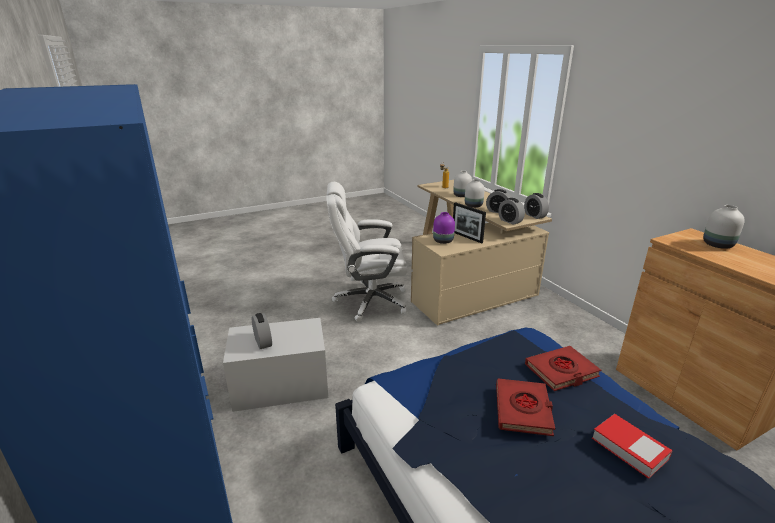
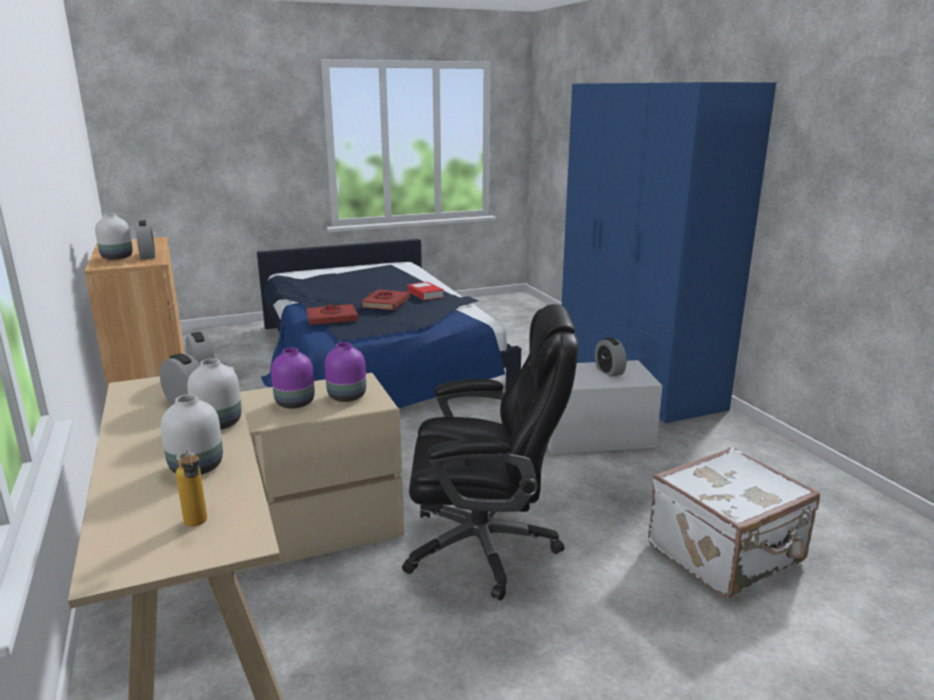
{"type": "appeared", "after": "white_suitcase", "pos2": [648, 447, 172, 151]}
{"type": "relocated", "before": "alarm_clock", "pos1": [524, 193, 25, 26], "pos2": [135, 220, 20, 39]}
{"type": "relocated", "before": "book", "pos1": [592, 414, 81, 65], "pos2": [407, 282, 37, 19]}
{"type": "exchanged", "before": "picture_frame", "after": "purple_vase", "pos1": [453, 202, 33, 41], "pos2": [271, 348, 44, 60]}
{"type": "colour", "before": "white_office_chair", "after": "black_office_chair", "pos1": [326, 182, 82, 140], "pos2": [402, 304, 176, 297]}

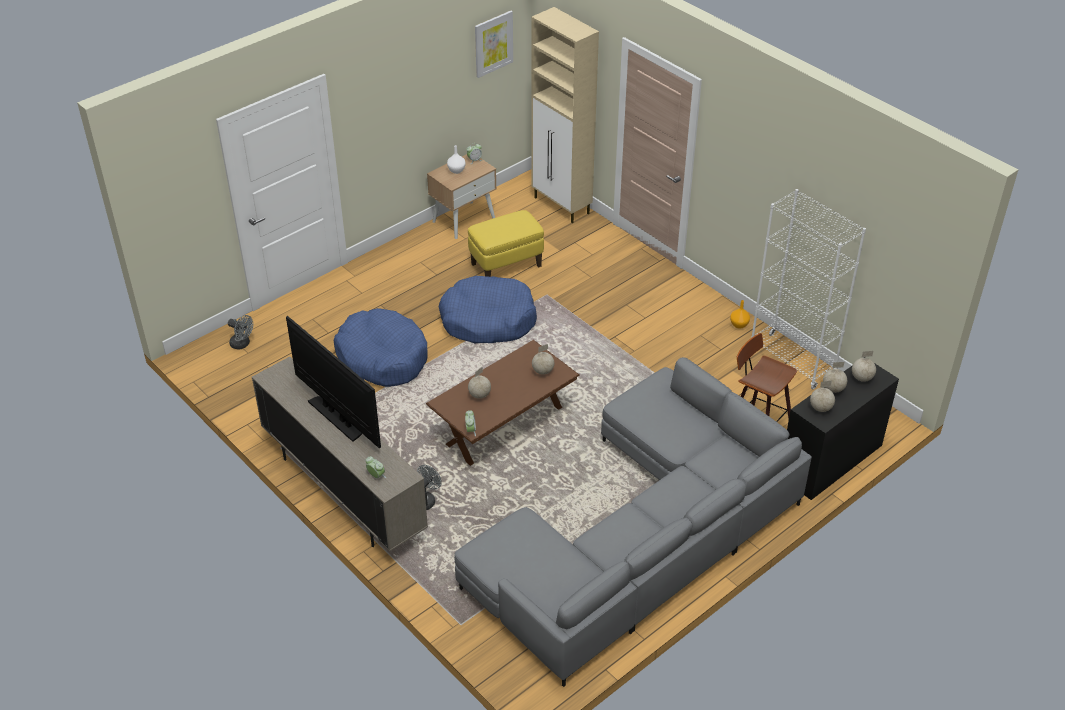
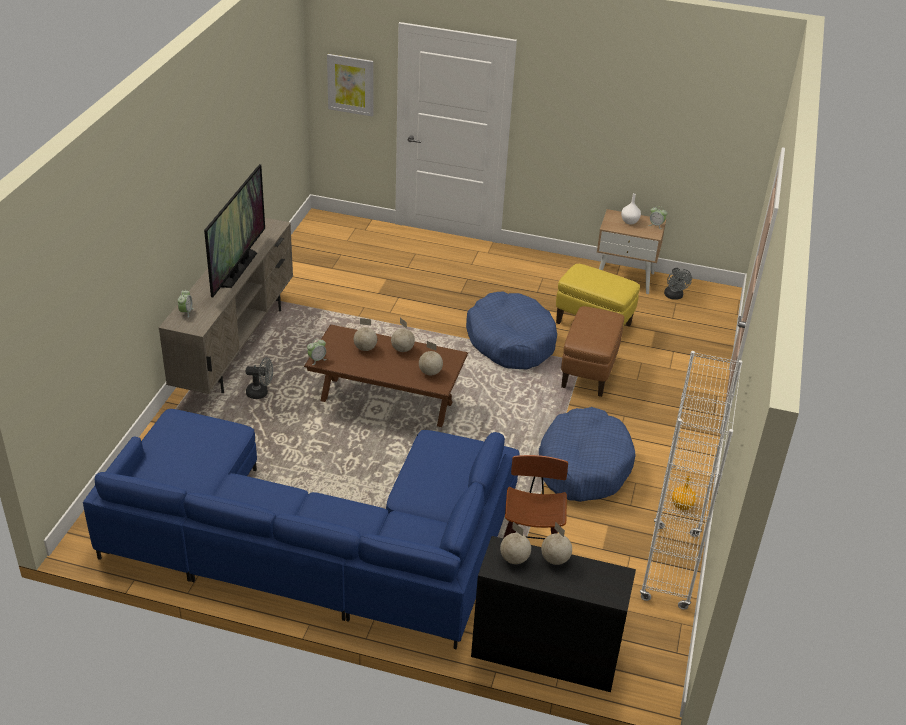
{"type": "missing", "before": "beige_cabinet", "pos1": [532, 7, 67, 216]}
{"type": "appeared", "after": "brown_ottoman", "pos2": [561, 306, 63, 91]}
{"type": "relocated", "before": "grey_fan", "pos1": [228, 315, 25, 34], "pos2": [664, 268, 28, 32]}
{"type": "relocated", "before": "blue_dog_bed", "pos1": [334, 308, 94, 79], "pos2": [539, 407, 97, 95]}
{"type": "relocated", "before": "picture", "pos1": [475, 11, 38, 67], "pos2": [327, 54, 47, 62]}
{"type": "relocated", "before": "globe", "pos1": [852, 351, 24, 31], "pos2": [391, 318, 24, 34]}
{"type": "colour", "before": "grey_sofa", "after": "blue_sofa", "pos1": [454, 357, 358, 330], "pos2": [83, 409, 437, 240]}

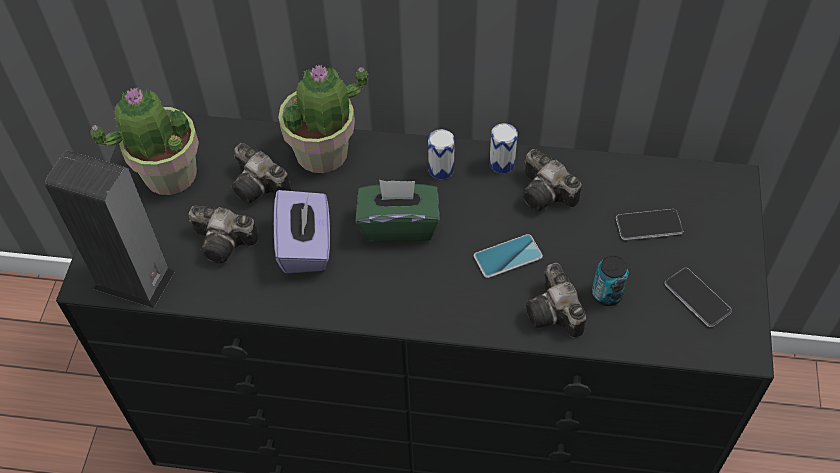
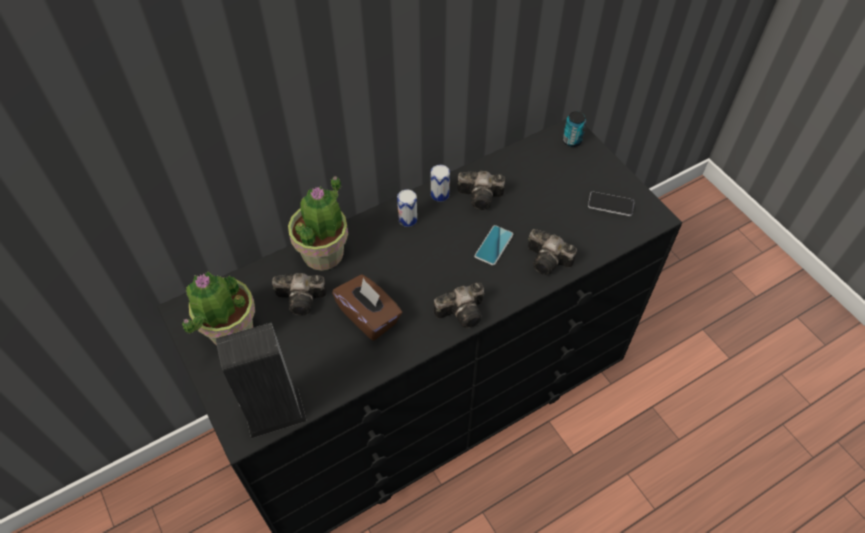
{"type": "missing", "before": "green_tissue_box", "pos1": [356, 180, 84, 62]}
{"type": "missing", "before": "phone", "pos1": [616, 209, 67, 31]}
{"type": "relocated", "before": "photo_camera", "pos1": [189, 206, 70, 57], "pos2": [434, 282, 51, 46]}
{"type": "relocated", "before": "can", "pos1": [592, 255, 37, 51], "pos2": [563, 111, 23, 36]}
{"type": "colour", "before": "purple_tissue_box", "after": "brown_tissue_box", "pos1": [274, 190, 56, 83], "pos2": [332, 274, 70, 67]}

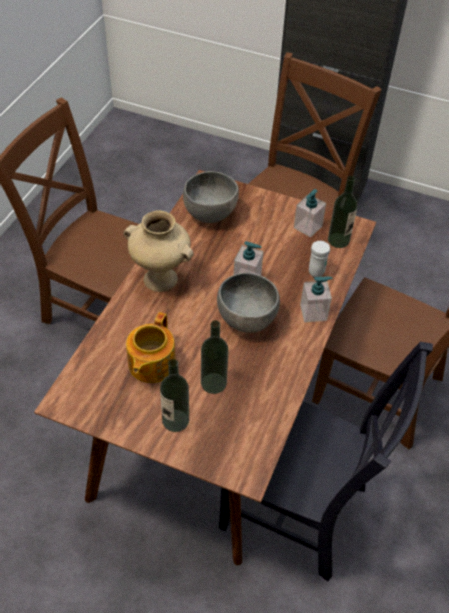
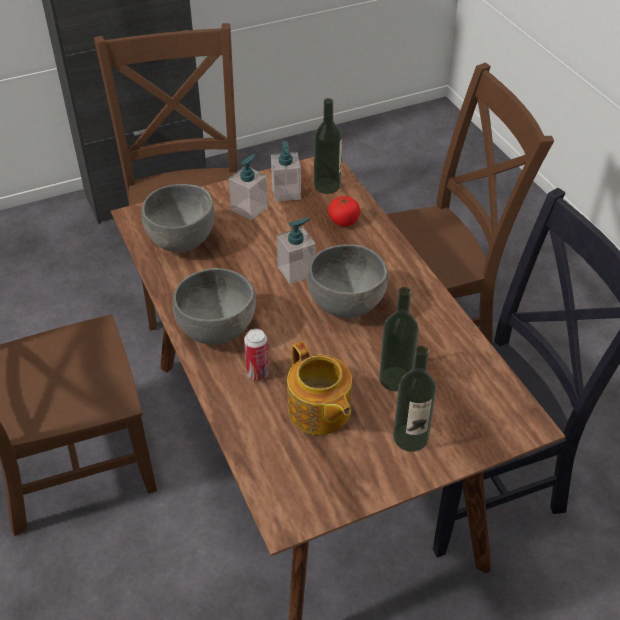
{"type": "appeared", "after": "can", "pos2": [244, 329, 25, 52]}
{"type": "relocated", "before": "soap_dispenser", "pos1": [300, 277, 33, 45], "pos2": [228, 154, 40, 66]}
{"type": "exchanged", "before": "beige_vase", "after": "grey_bowl", "pos1": [123, 210, 71, 82], "pos2": [173, 268, 83, 77]}
{"type": "exchanged", "before": "white_mug", "after": "tomato", "pos1": [309, 241, 21, 36], "pos2": [328, 196, 32, 31]}

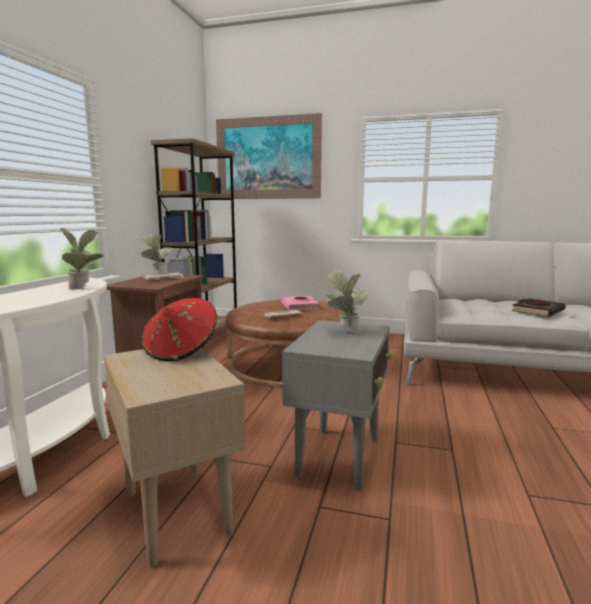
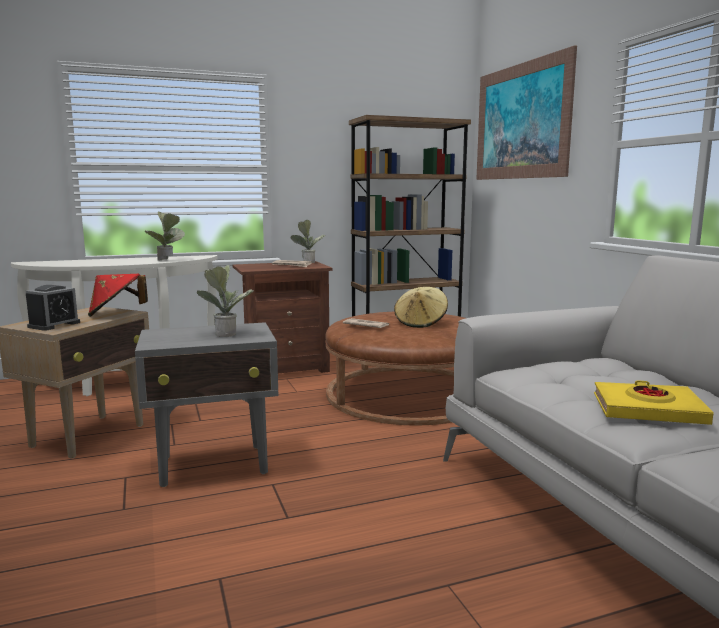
{"type": "appeared", "after": "alarm_clock", "pos2": [26, 285, 54, 46]}
{"type": "exchanged", "before": "pink_book", "after": "beige_hat", "pos1": [281, 296, 39, 14], "pos2": [394, 287, 54, 41]}
{"type": "colour", "before": "black_book", "after": "yellow_book", "pos1": [512, 298, 54, 19], "pos2": [594, 380, 120, 45]}

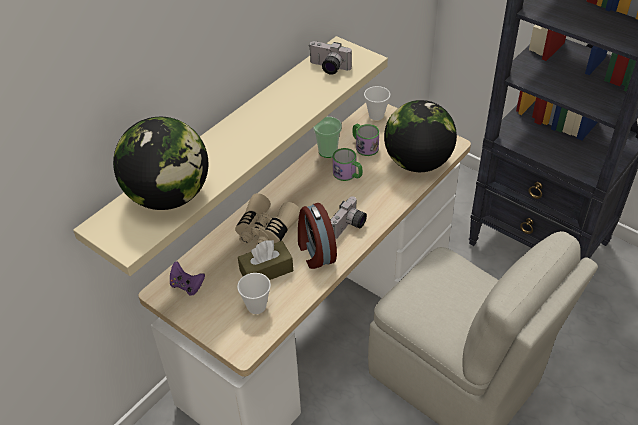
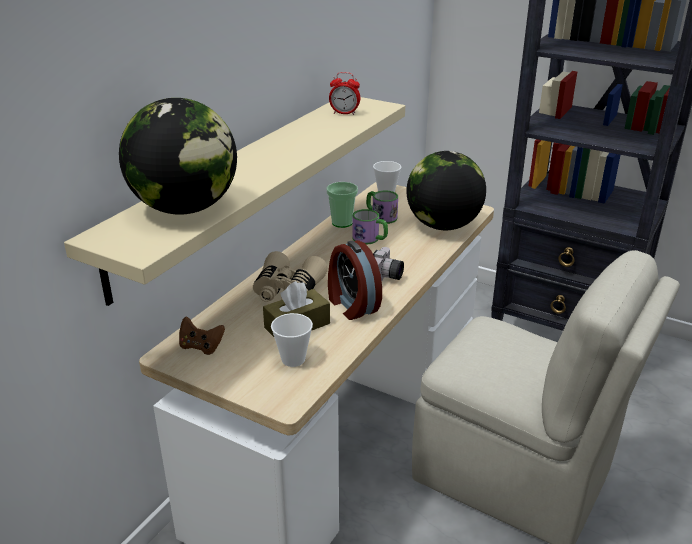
{"type": "exchanged", "before": "photo_camera", "after": "alarm_clock", "pos1": [310, 41, 42, 34], "pos2": [329, 72, 31, 43]}
{"type": "colour", "before": "purple_game_controller", "after": "brown_game_controller", "pos1": [170, 261, 35, 35], "pos2": [179, 317, 46, 38]}

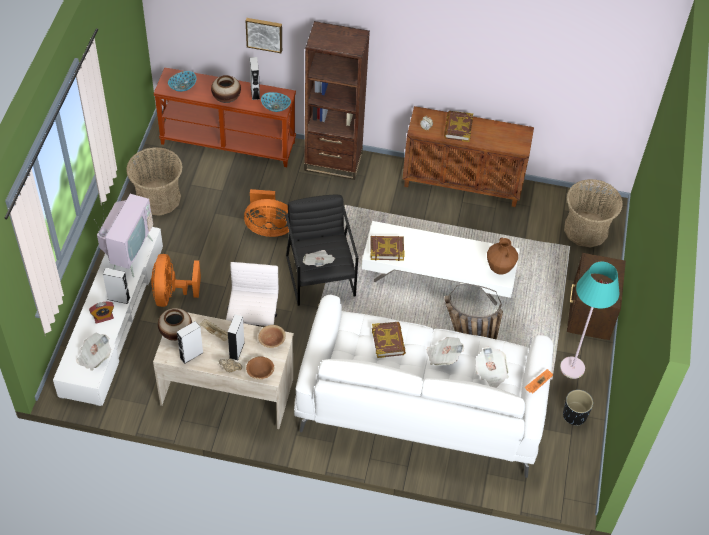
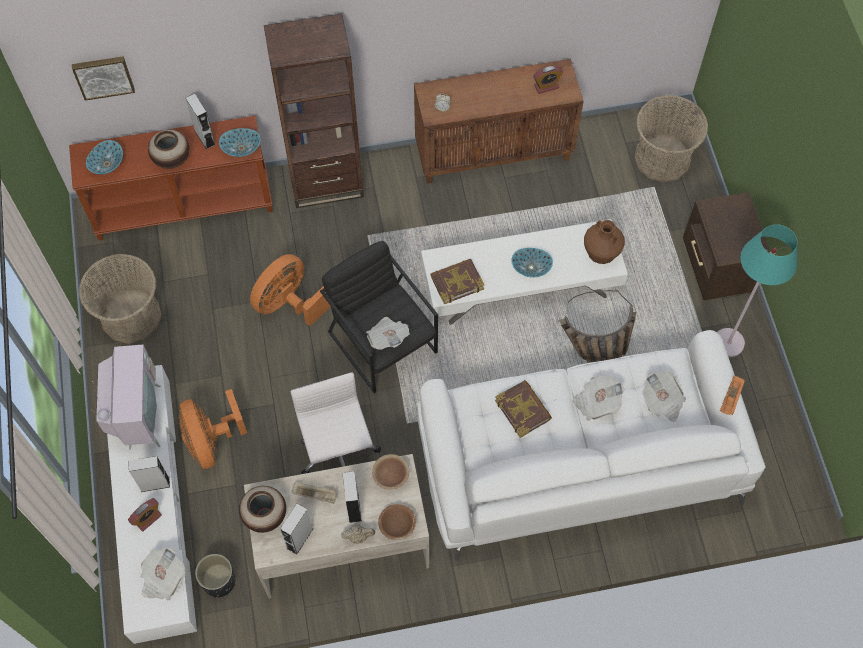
{"type": "missing", "before": "book", "pos1": [444, 111, 29, 31]}
{"type": "appeared", "after": "bowl", "pos2": [512, 248, 41, 30]}
{"type": "appeared", "after": "alarm_clock", "pos2": [534, 66, 29, 28]}
{"type": "relocated", "before": "picture", "pos1": [246, 18, 36, 35], "pos2": [72, 56, 63, 45]}
{"type": "relocated", "before": "black_planter", "pos1": [563, 390, 30, 36], "pos2": [195, 554, 40, 43]}
{"type": "spun", "before": "orange_fan", "pos1": [244, 189, 45, 48], "pos2": [250, 254, 80, 72], "turn": 150}

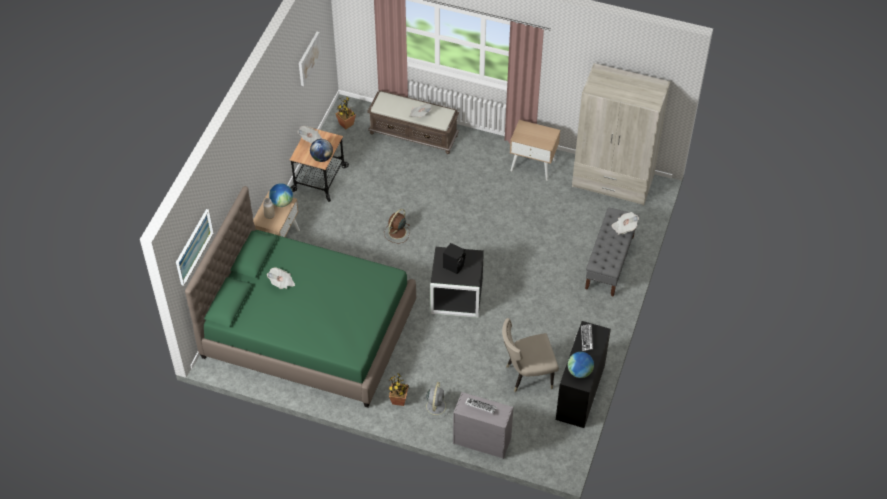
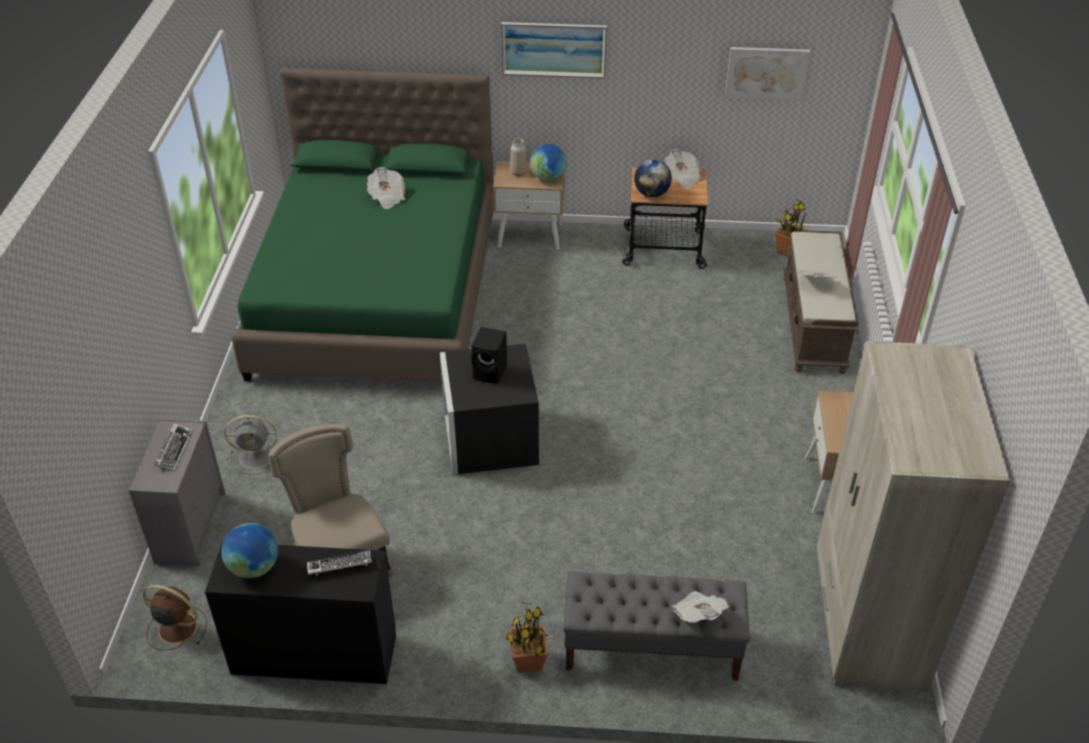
{"type": "relocated", "before": "picture", "pos1": [176, 209, 38, 77], "pos2": [501, 22, 106, 56]}
{"type": "relocated", "before": "brown_fan", "pos1": [384, 209, 26, 34], "pos2": [143, 585, 64, 65]}
{"type": "relocated", "before": "potted_plant", "pos1": [388, 373, 21, 33], "pos2": [506, 602, 42, 71]}

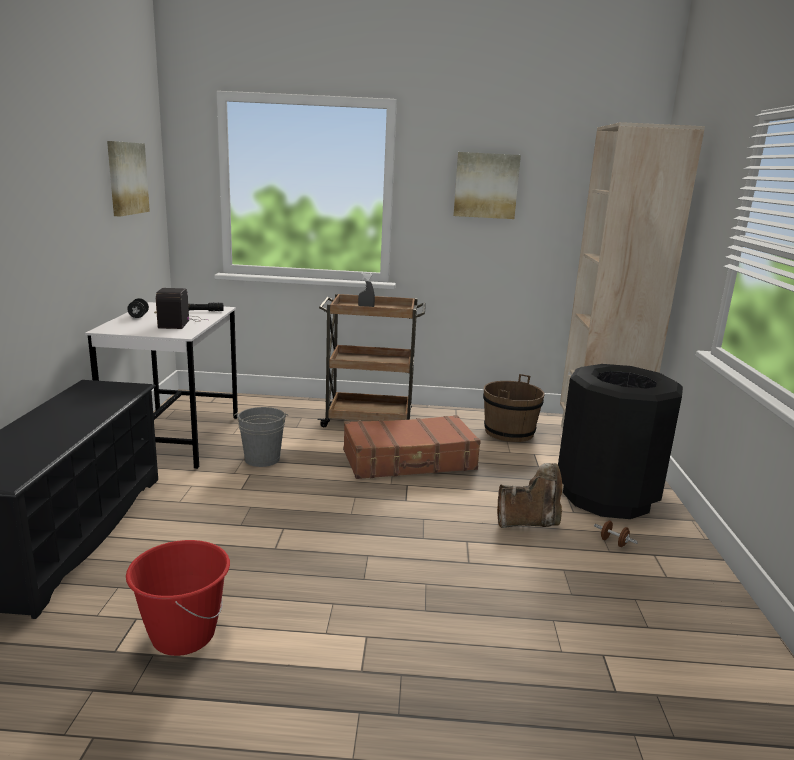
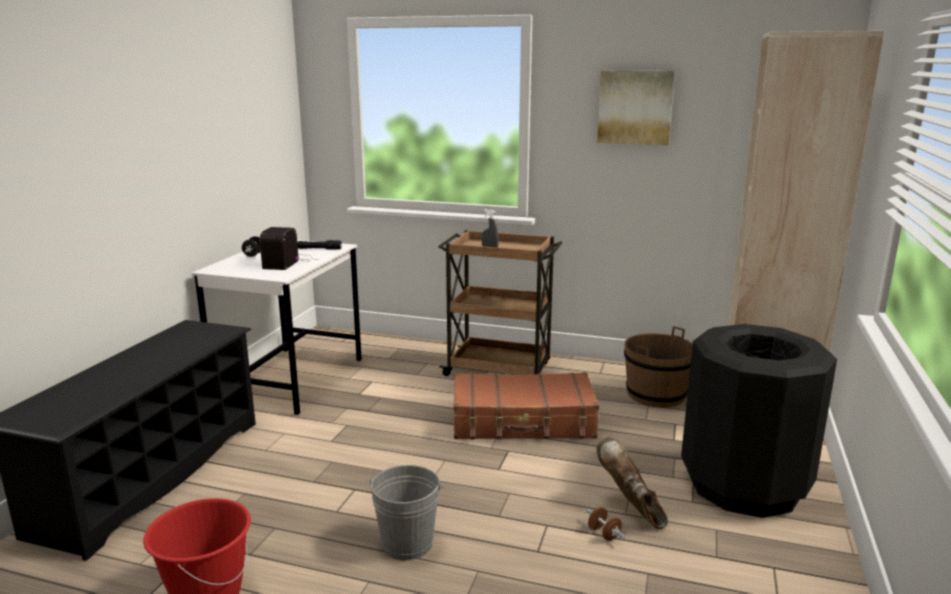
{"type": "missing", "before": "picture", "pos1": [107, 141, 43, 76]}
{"type": "relocated", "before": "grey_bucket", "pos1": [234, 407, 54, 60], "pos2": [366, 465, 77, 95]}
{"type": "relocated", "before": "brown_dumbbell", "pos1": [594, 521, 44, 26], "pos2": [586, 507, 40, 34]}
{"type": "spun", "before": "brown_boot", "pos1": [497, 463, 65, 65], "pos2": [597, 437, 71, 92], "turn": -120}

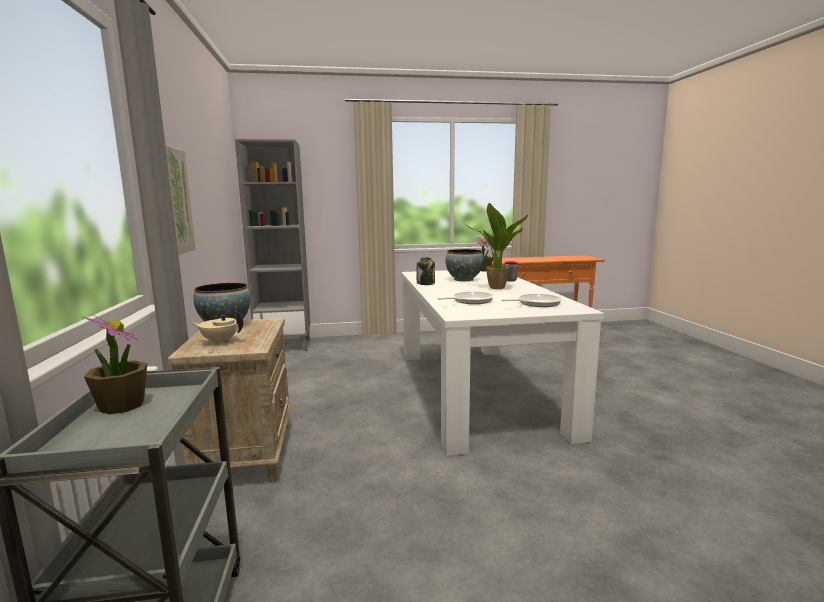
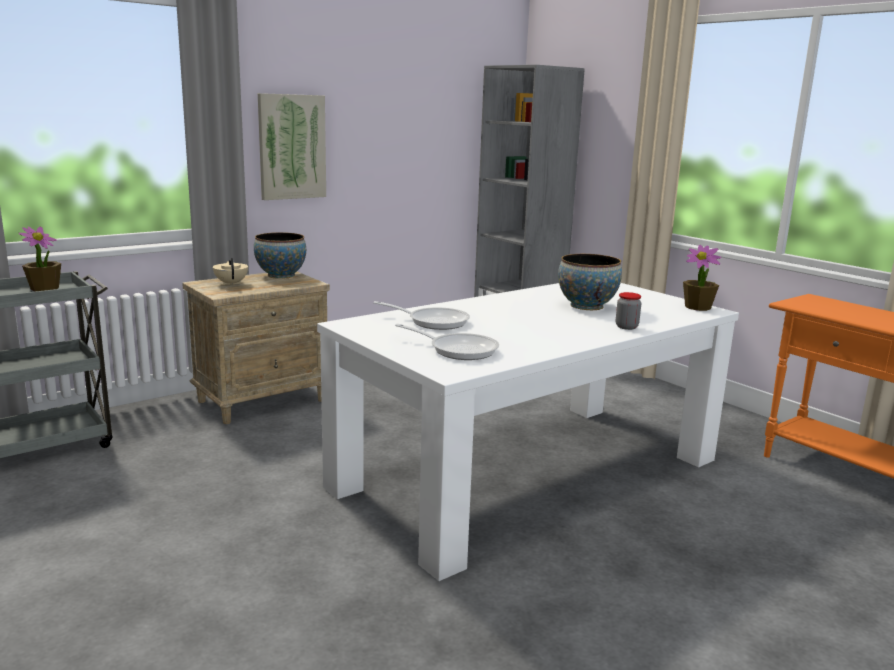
{"type": "missing", "before": "jar", "pos1": [416, 257, 19, 28]}
{"type": "missing", "before": "potted_plant", "pos1": [464, 203, 64, 86]}

